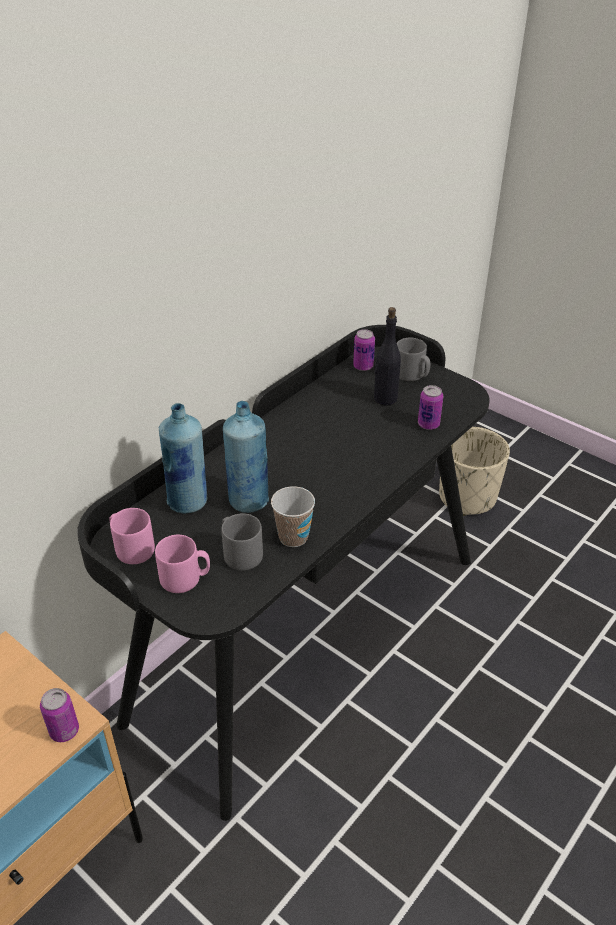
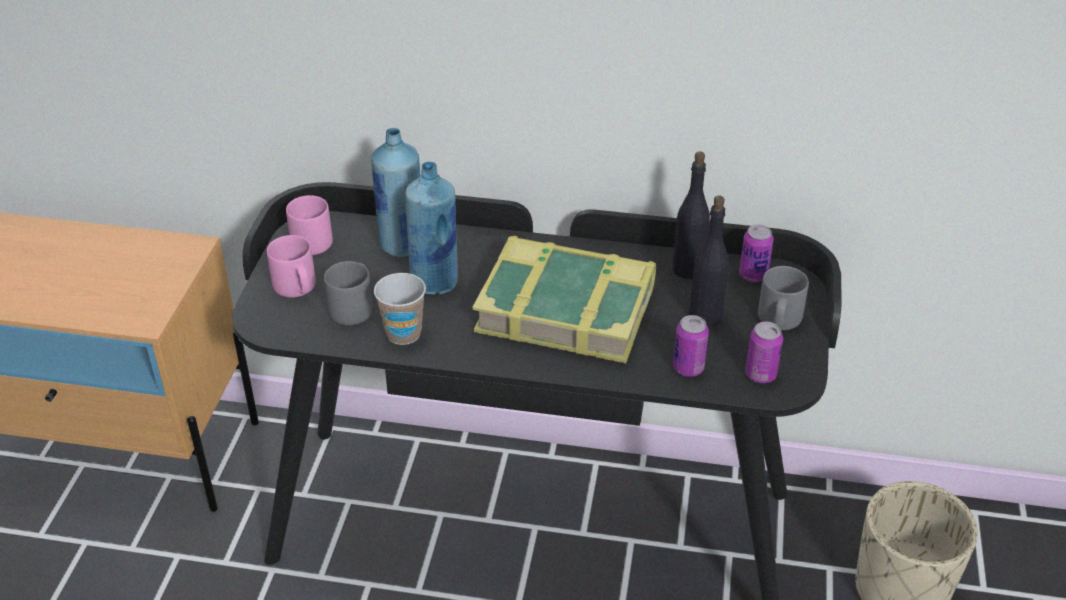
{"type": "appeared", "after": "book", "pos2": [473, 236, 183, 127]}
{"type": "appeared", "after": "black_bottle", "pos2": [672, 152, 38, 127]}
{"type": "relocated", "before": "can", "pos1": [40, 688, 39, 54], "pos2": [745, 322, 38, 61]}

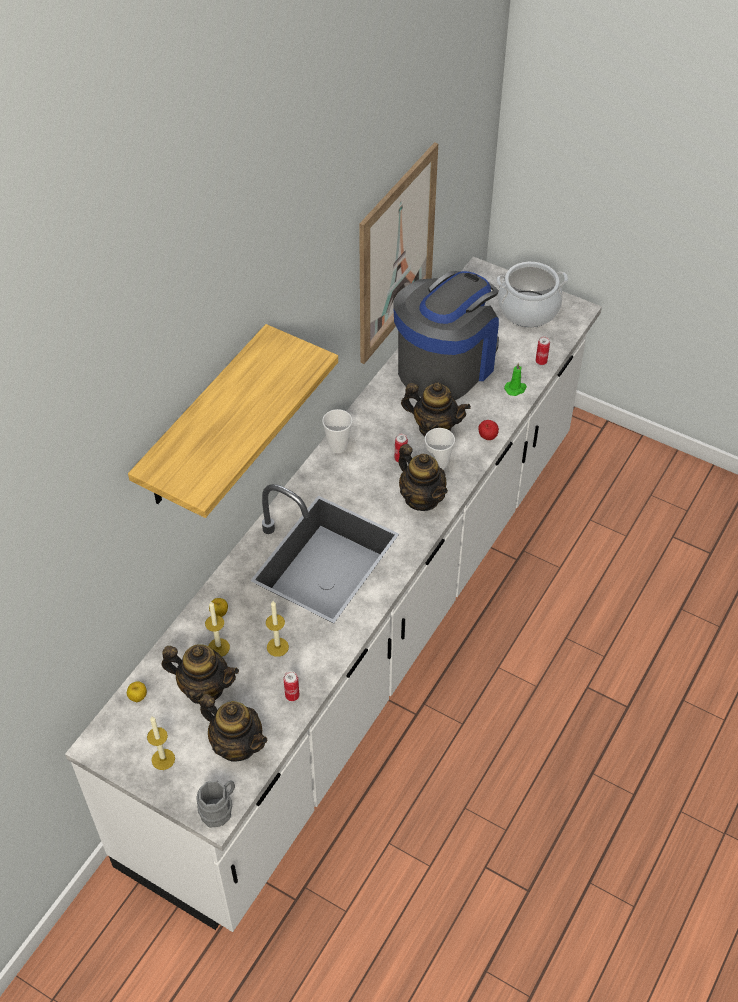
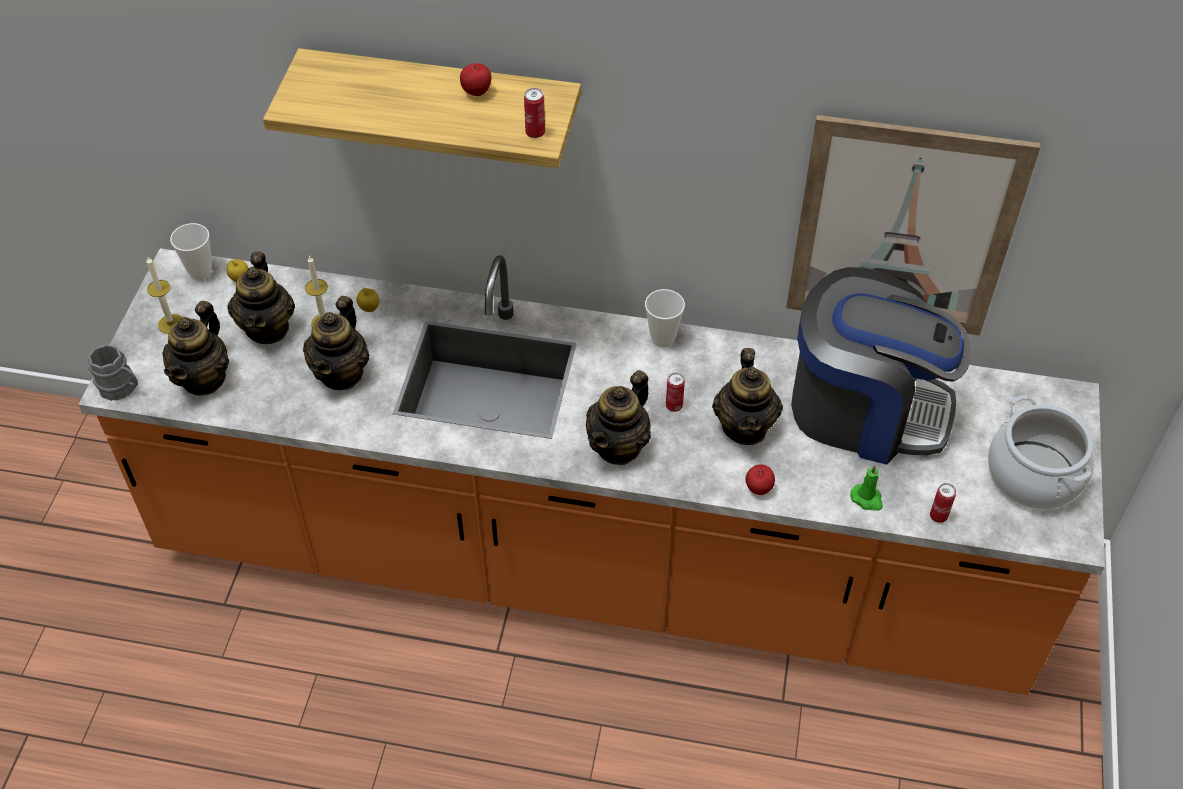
{"type": "appeared", "after": "apple", "pos2": [460, 63, 32, 33]}
{"type": "relocated", "before": "can", "pos1": [284, 671, 16, 30], "pos2": [524, 88, 21, 50]}
{"type": "relocated", "before": "cup", "pos1": [425, 428, 30, 42], "pos2": [170, 223, 42, 57]}
{"type": "exchanged", "before": "candle", "after": "teapot", "pos1": [266, 601, 23, 56], "pos2": [303, 296, 67, 94]}
{"type": "colour", "before": "white_counter", "after": "orange_counter", "pos1": [65, 257, 537, 675], "pos2": [78, 249, 1027, 446]}

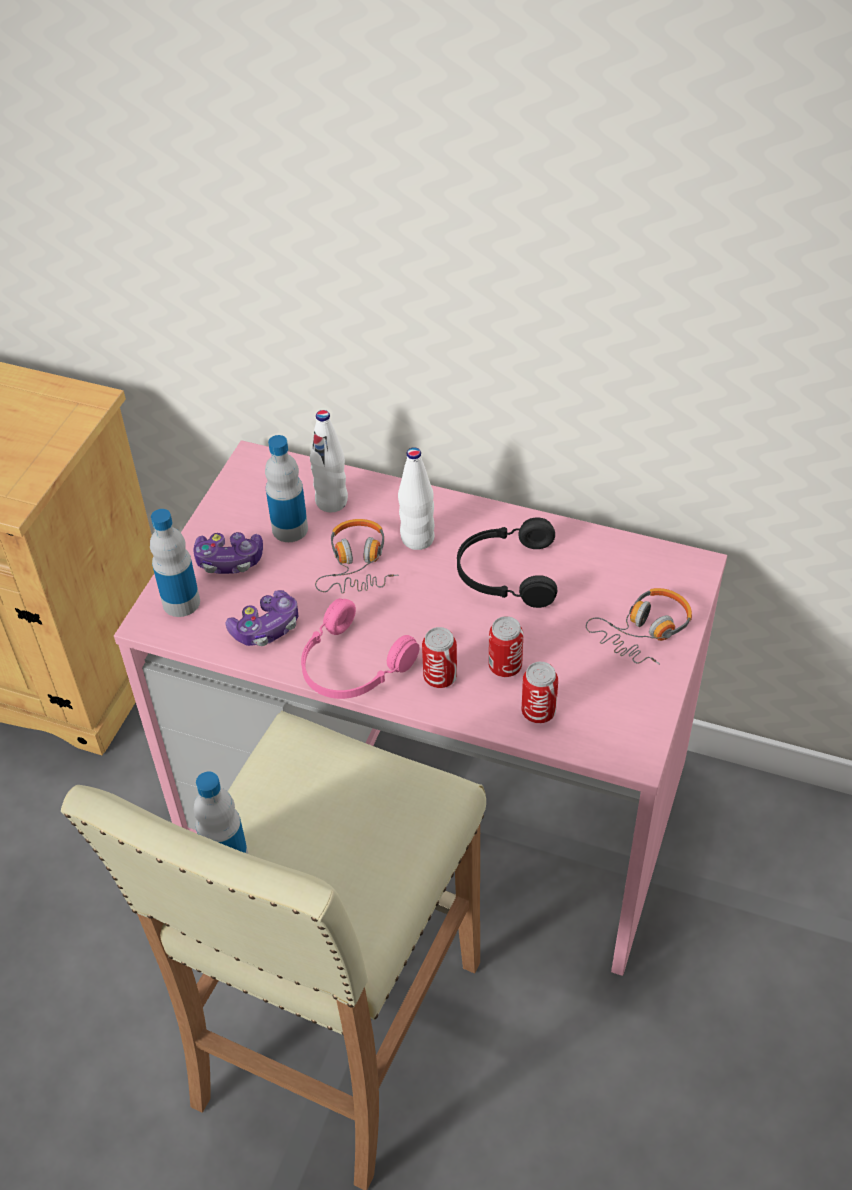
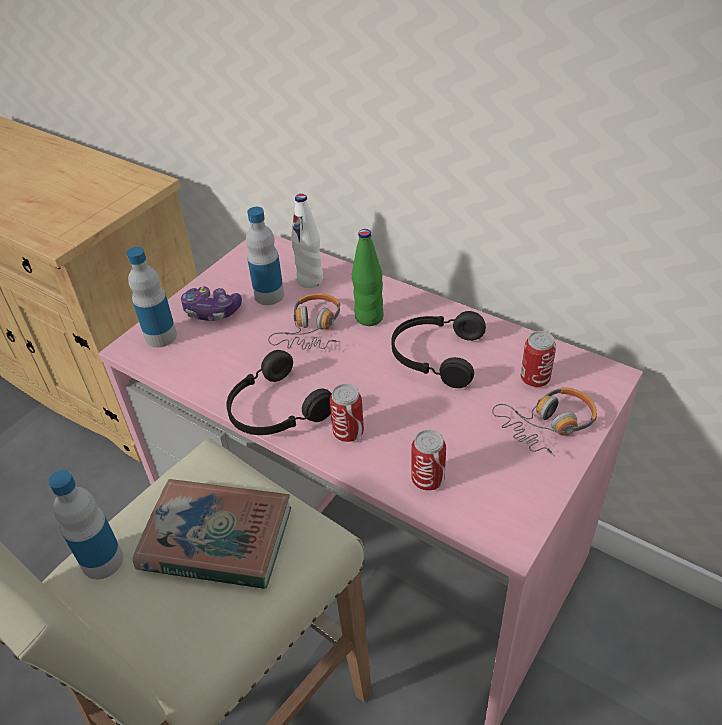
{"type": "missing", "before": "game_controller", "pos1": [225, 590, 73, 56]}
{"type": "appeared", "after": "book", "pos2": [133, 479, 158, 110]}
{"type": "relocated", "before": "can", "pos1": [489, 616, 34, 61], "pos2": [520, 331, 36, 56]}
{"type": "colour", "before": "pink_headphones", "after": "black_headphones", "pos1": [301, 598, 118, 101], "pos2": [226, 350, 106, 85]}
{"type": "colour", "before": "white_bottle", "after": "green_bottle", "pos1": [398, 447, 37, 103], "pos2": [352, 229, 32, 97]}

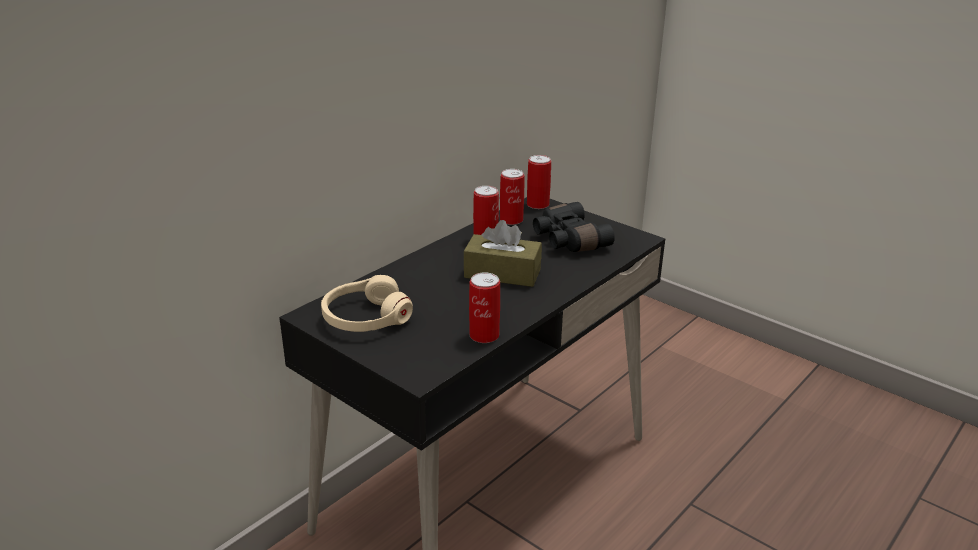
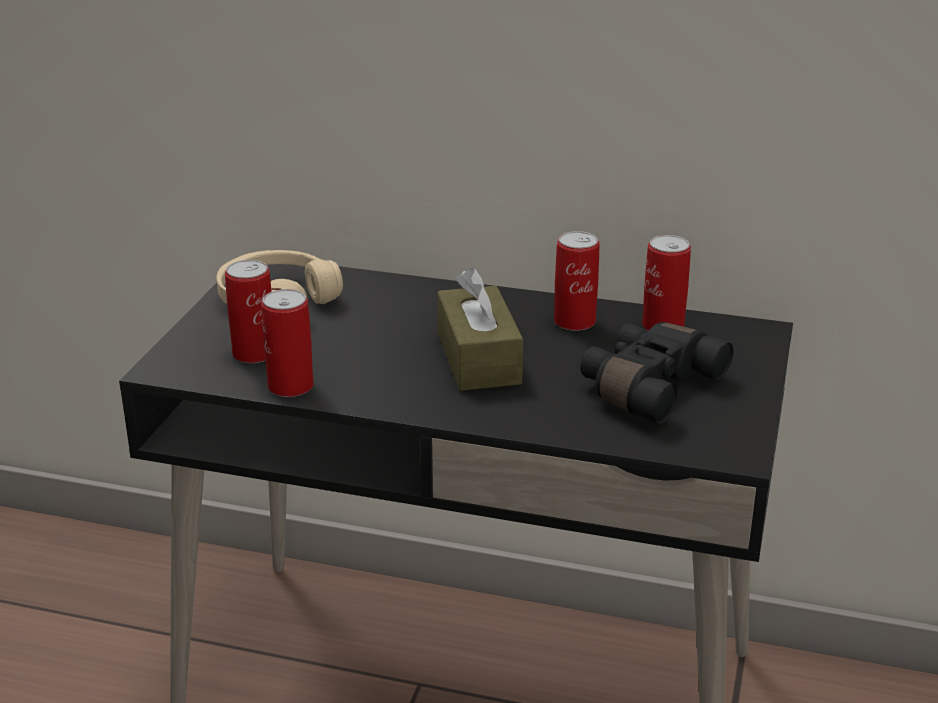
{"type": "relocated", "before": "can", "pos1": [527, 155, 24, 54], "pos2": [225, 260, 47, 103]}

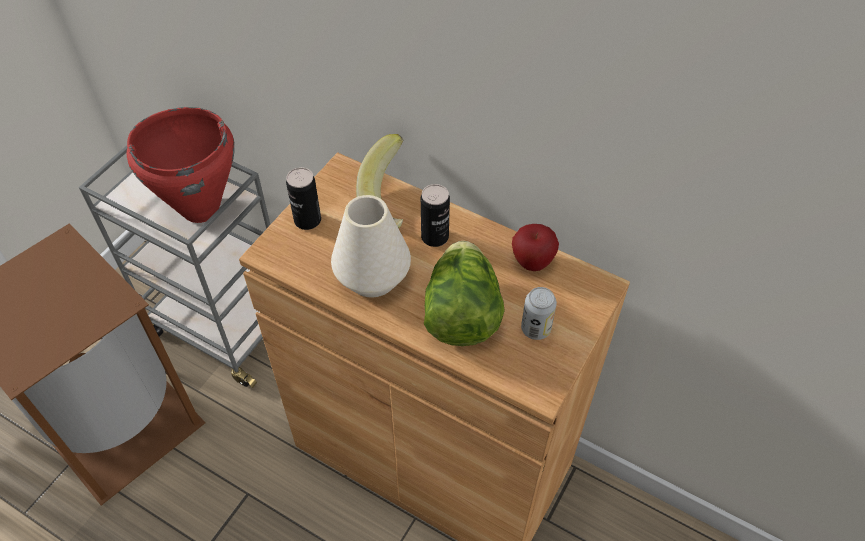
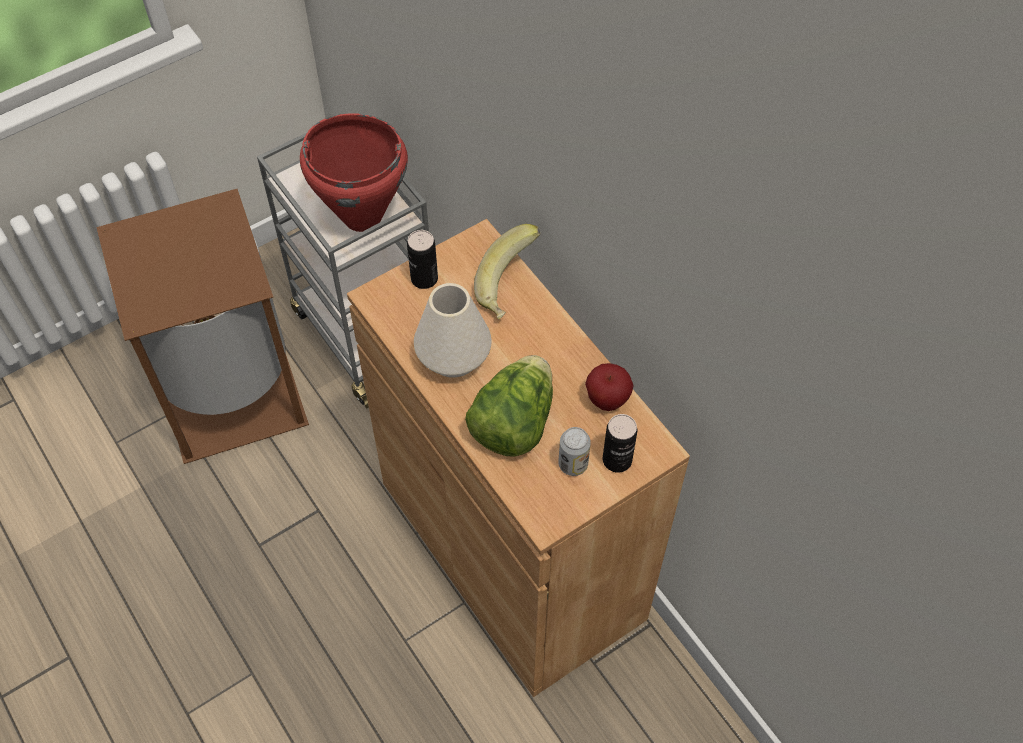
{"type": "relocated", "before": "can", "pos1": [421, 184, 29, 63], "pos2": [603, 414, 34, 59]}

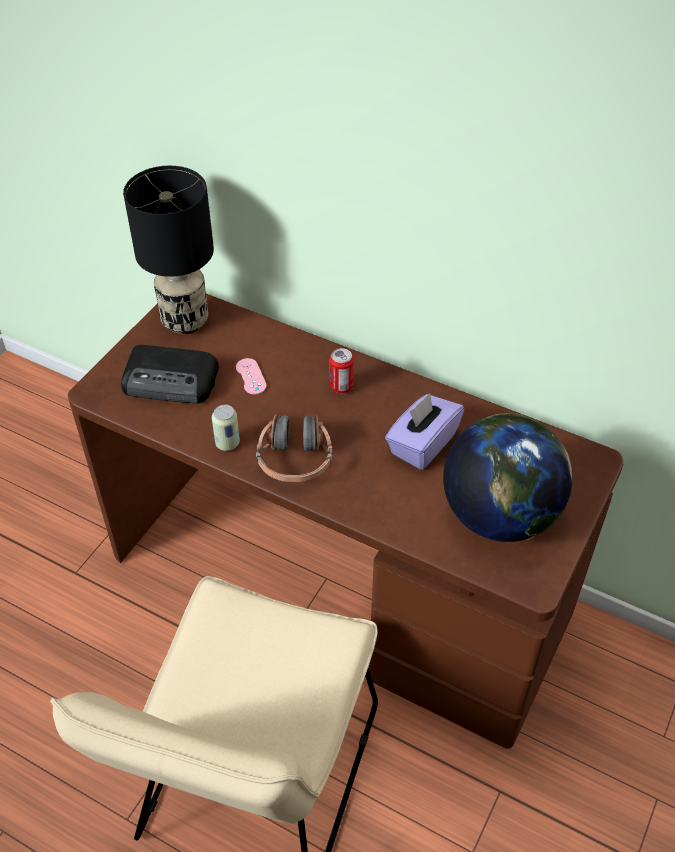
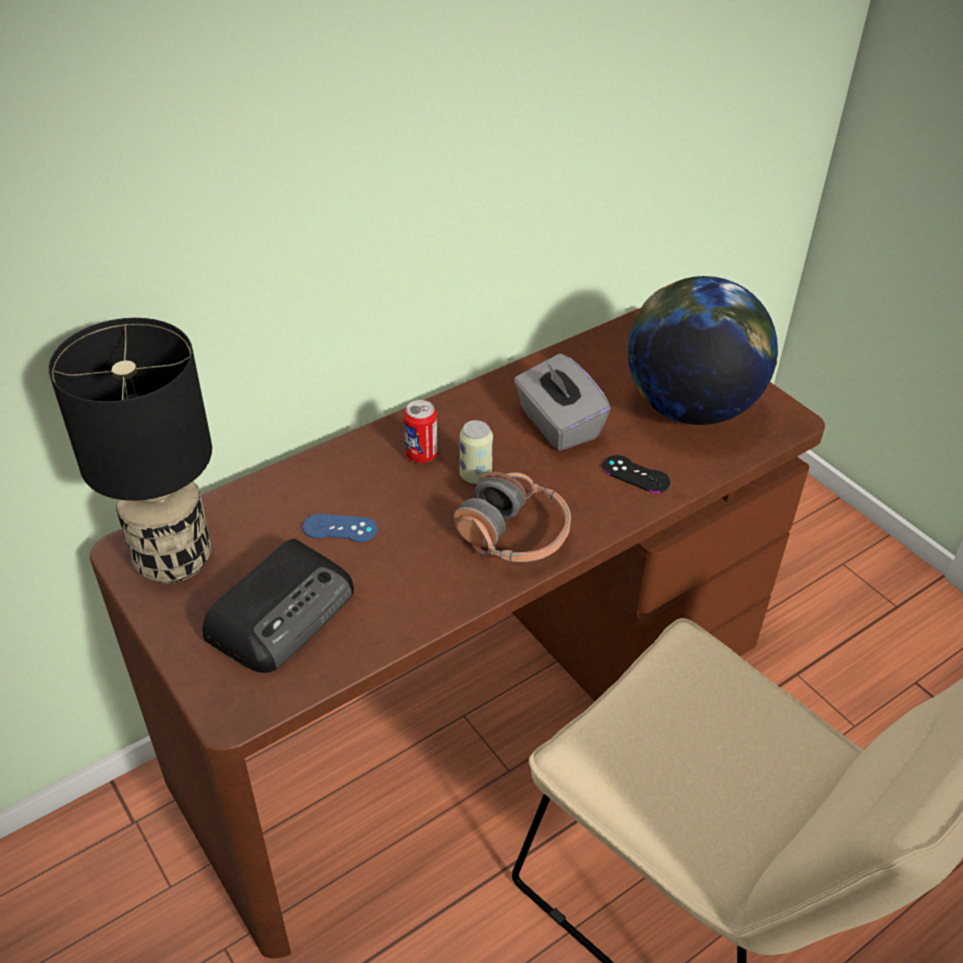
{"type": "appeared", "after": "black_game_controller", "pos2": [603, 455, 67, 38]}
{"type": "relocated", "before": "can", "pos1": [212, 405, 28, 46], "pos2": [460, 420, 33, 64]}
{"type": "colour", "before": "pink_game_controller", "after": "blue_game_controller", "pos1": [236, 358, 31, 37], "pos2": [303, 514, 75, 28]}
{"type": "colour", "before": "purple_tissue_box", "after": "grey_tissue_box", "pos1": [385, 393, 79, 77], "pos2": [514, 353, 97, 98]}

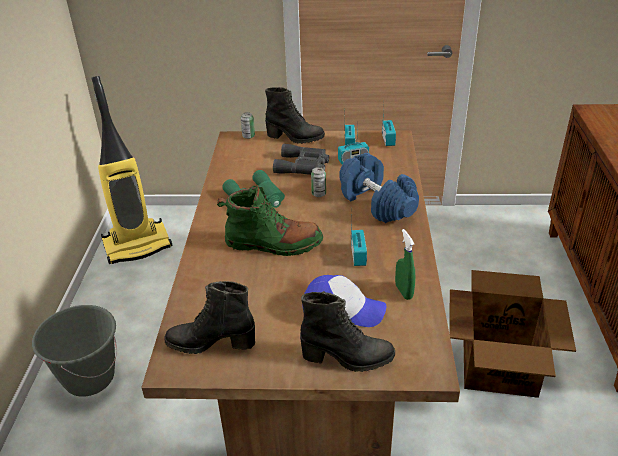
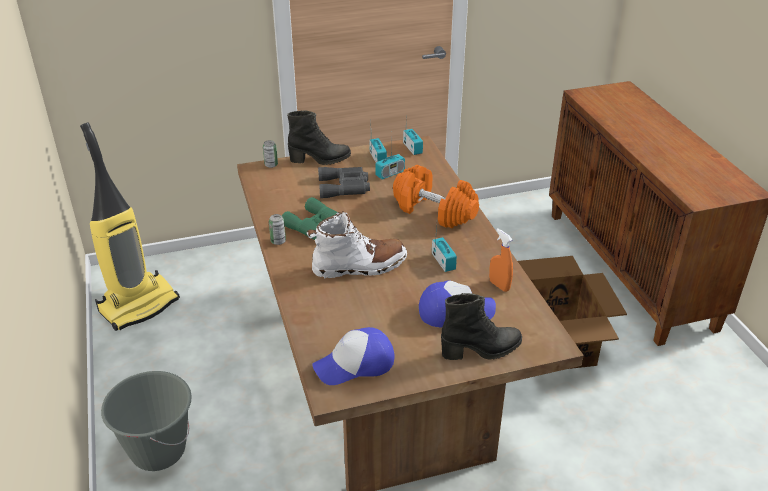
{"type": "relocated", "before": "can", "pos1": [311, 167, 15, 30], "pos2": [269, 214, 17, 31]}
{"type": "exchanged", "before": "black_boot", "after": "cap", "pos1": [165, 281, 90, 73], "pos2": [312, 327, 83, 58]}
{"type": "colour", "before": "green_boot", "after": "white_boot", "pos1": [217, 185, 106, 71], "pos2": [307, 211, 100, 68]}
{"type": "colour", "before": "blue_dumbbell", "after": "orange_dumbbell", "pos1": [340, 153, 79, 70], "pos2": [393, 165, 86, 63]}
{"type": "colour", "before": "green_spray_bottle", "after": "orange_spray_bottle", "pos1": [395, 229, 20, 71], "pos2": [489, 228, 24, 64]}

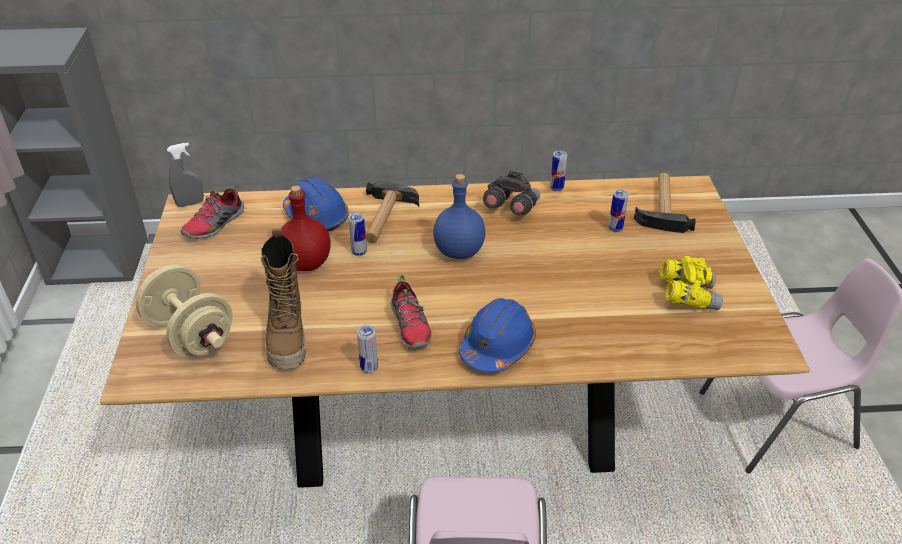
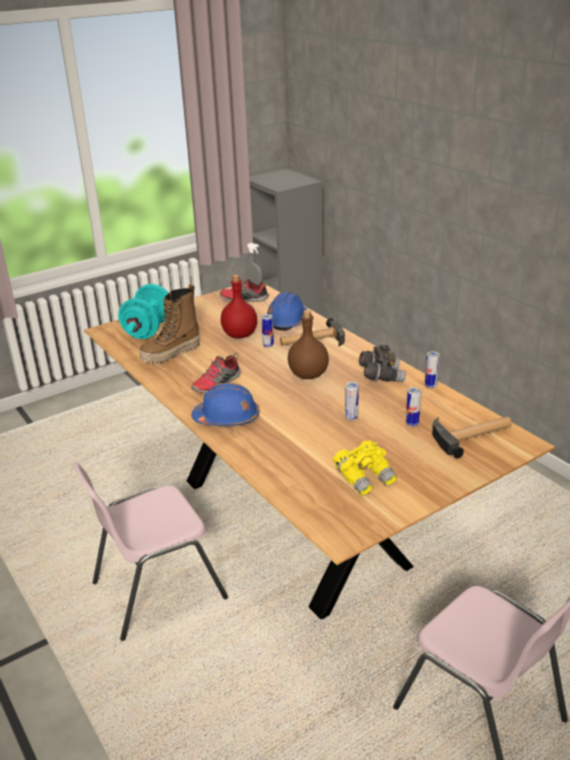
{"type": "relocated", "before": "can", "pos1": [357, 325, 21, 48], "pos2": [345, 382, 14, 38]}
{"type": "colour", "before": "beige_dumbbell", "after": "turquoise_dumbbell", "pos1": [136, 265, 97, 92], "pos2": [118, 284, 50, 55]}
{"type": "colour", "before": "blue_bottle", "after": "brown_bottle", "pos1": [433, 174, 52, 85], "pos2": [288, 310, 41, 69]}

